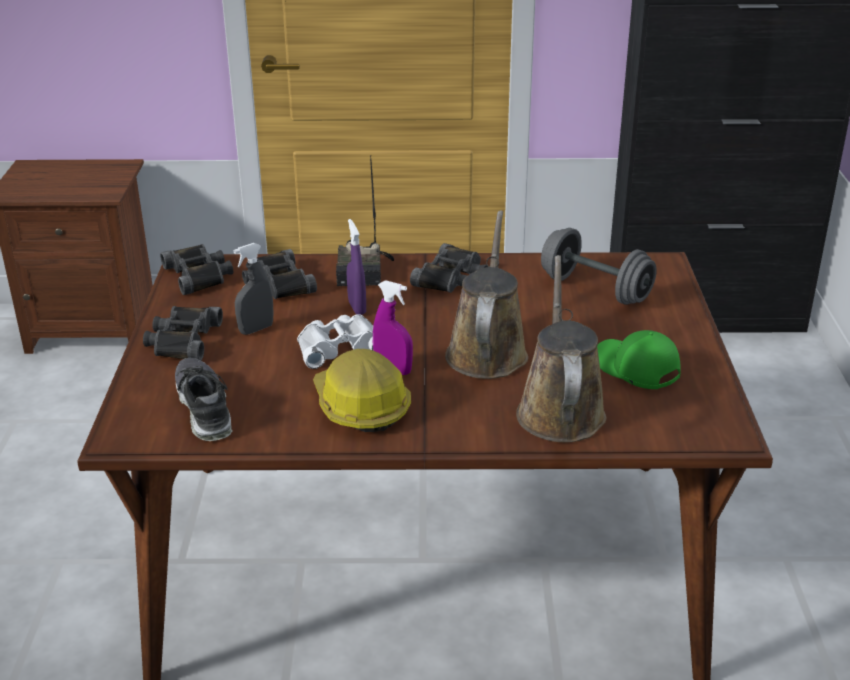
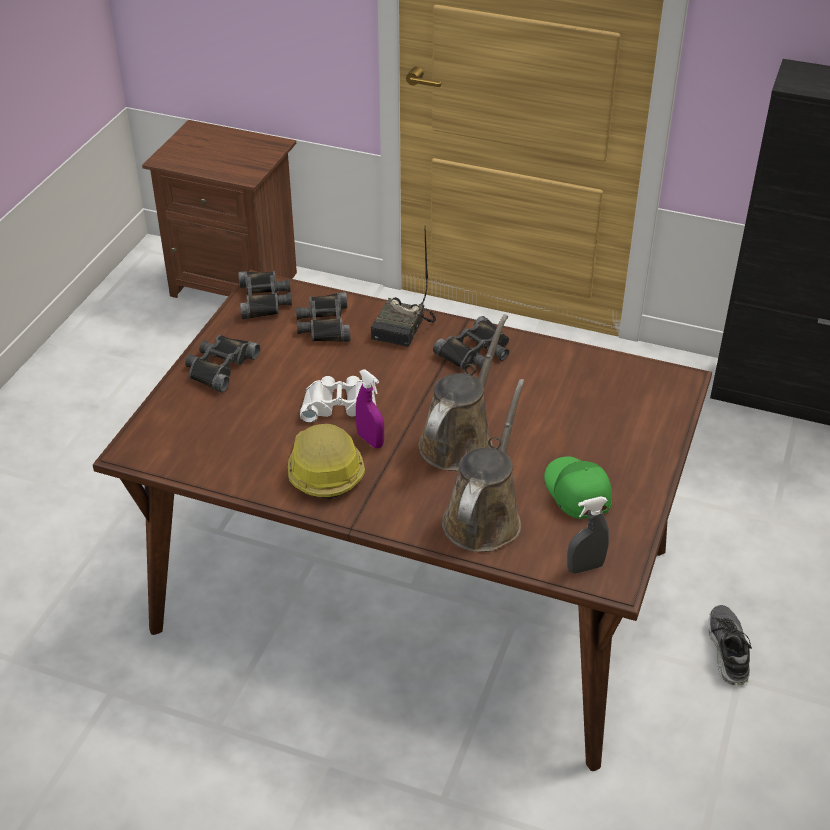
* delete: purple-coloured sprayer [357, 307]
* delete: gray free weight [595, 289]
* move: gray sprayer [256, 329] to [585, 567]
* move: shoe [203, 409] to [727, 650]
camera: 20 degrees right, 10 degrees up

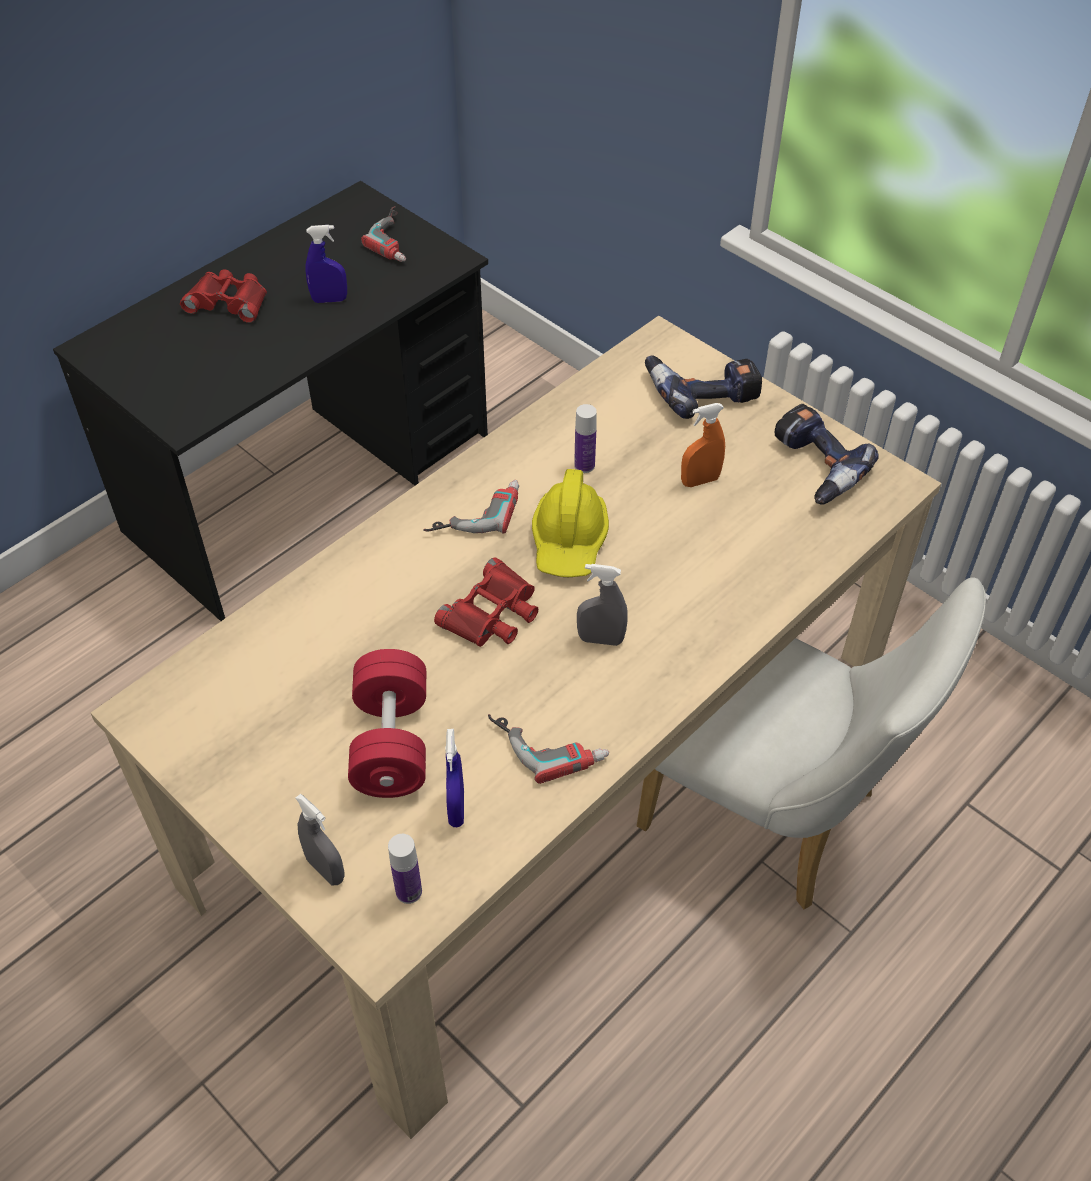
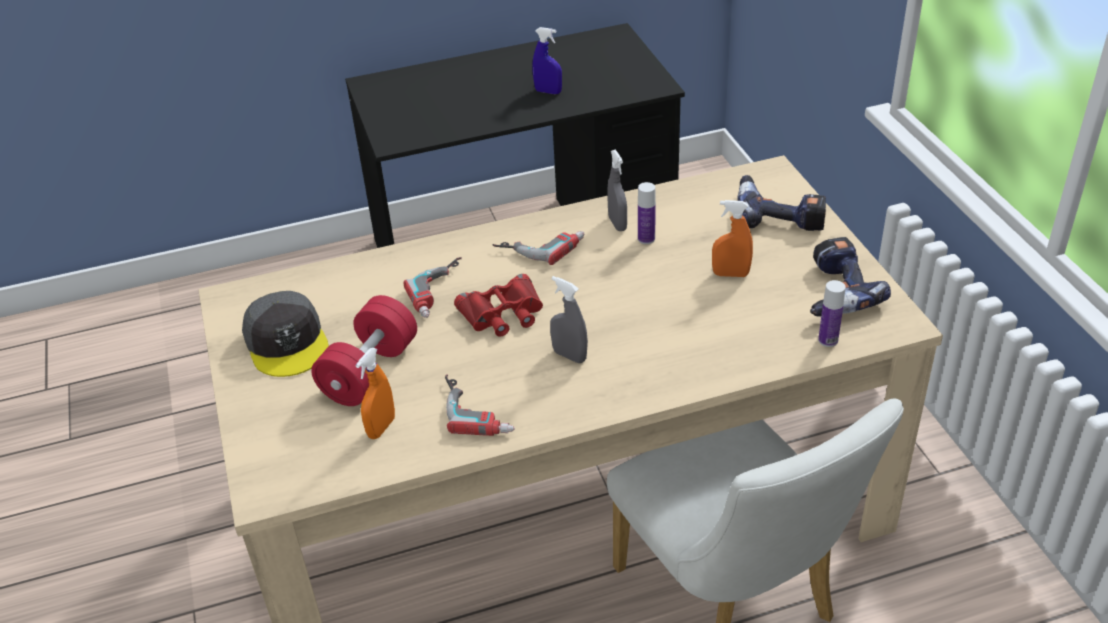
* move: electric drill [398, 239] to [442, 292]
* delete: red field glasses [229, 301]
* delete: yellowish work helmet [569, 540]
* recolor: blue-coloured sprayer [456, 808] to orange sprayer [381, 428]
* move: gray sprayer [325, 869] to [617, 224]
* move: beverage bottle [409, 891] to [828, 340]
* insert: gray baseball cap [287, 342]
camera: 30 degrees right, 10 degrees down

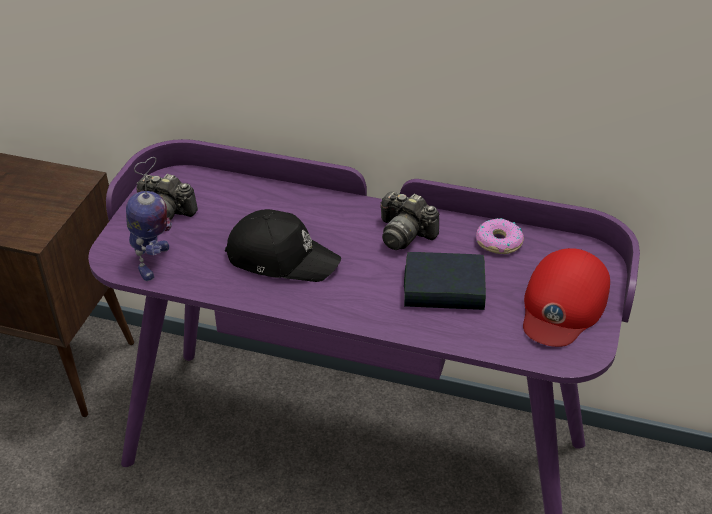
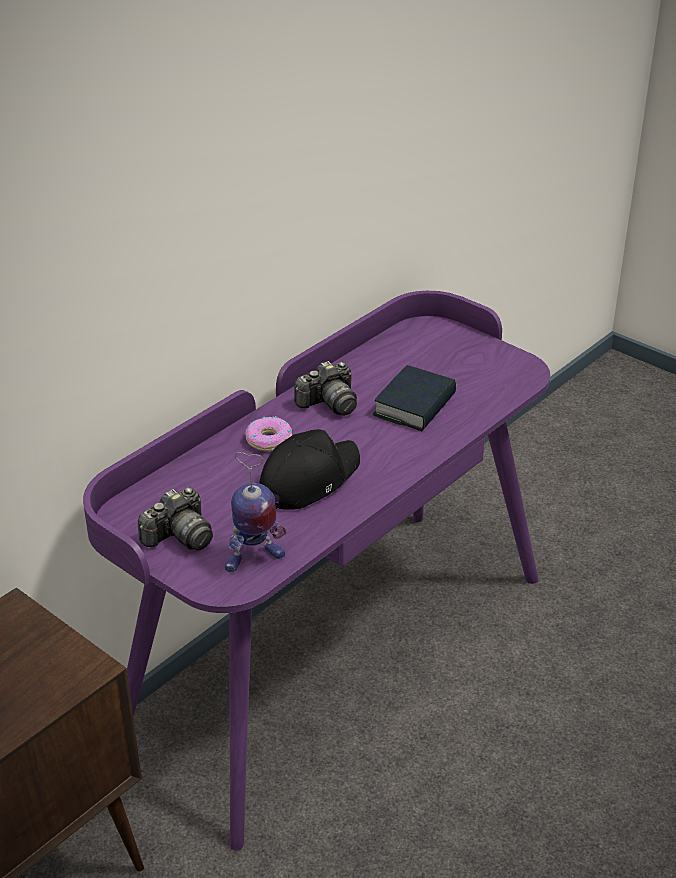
* rotate: model robot [153, 262] = [253, 560] 120 degrees clockwise
* move: doughnut [498, 242] to [269, 440]
* delete: red baseball cap [562, 304]
camera: 65 degrees left, 5 degrees down

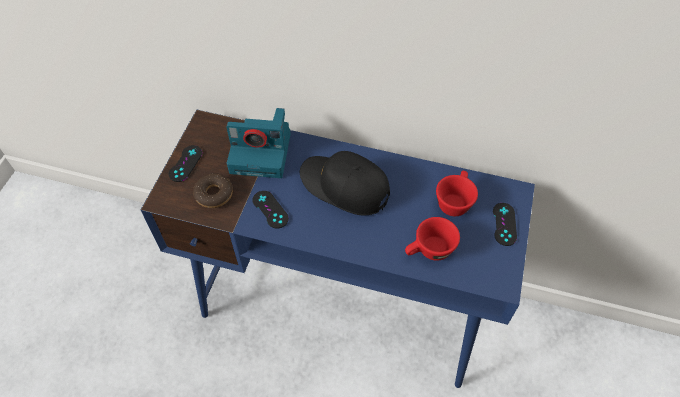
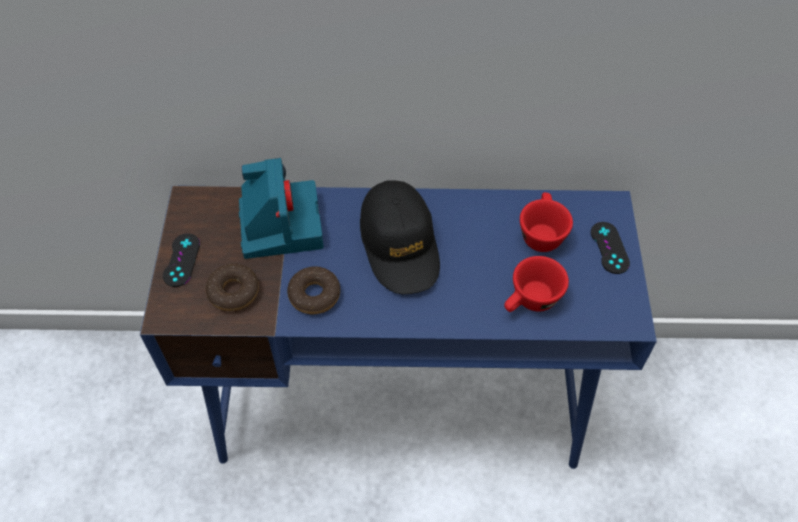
* rotate: still camera [262, 152] = [280, 223] 90 degrees counterclockwise
* rotate: black baseball cap [344, 186] = [400, 244] 120 degrees counterclockwise
* replace: black joypad [270, 209] to doughnut [314, 295]
camera: 15 degrees left, 0 degrees up

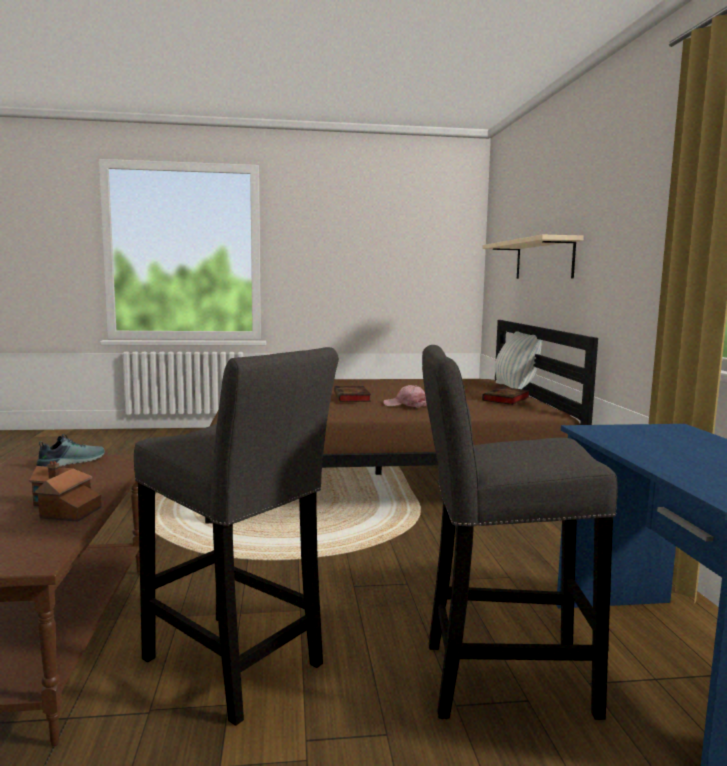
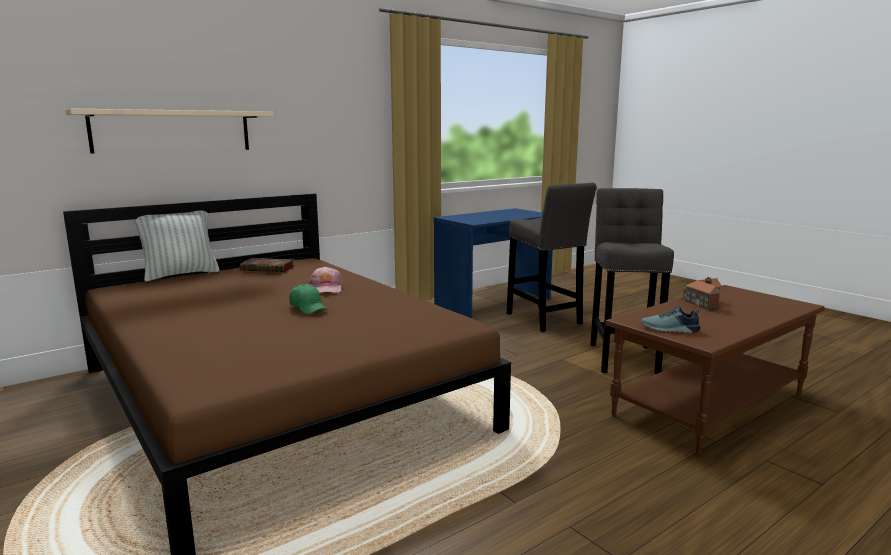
* replace: book [352, 397] to greenish baseball cap [308, 308]
camera: 120 degrees left, 5 degrees up

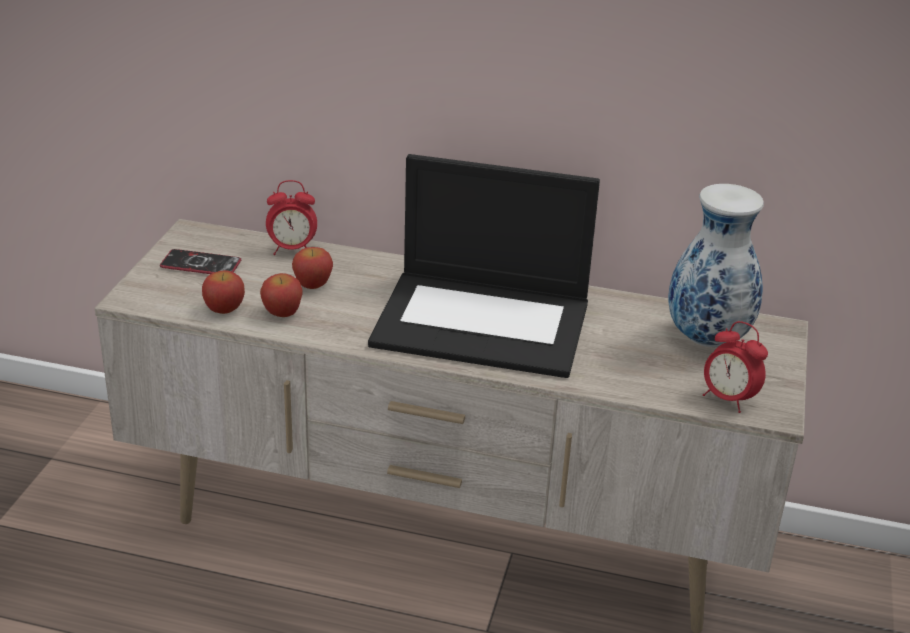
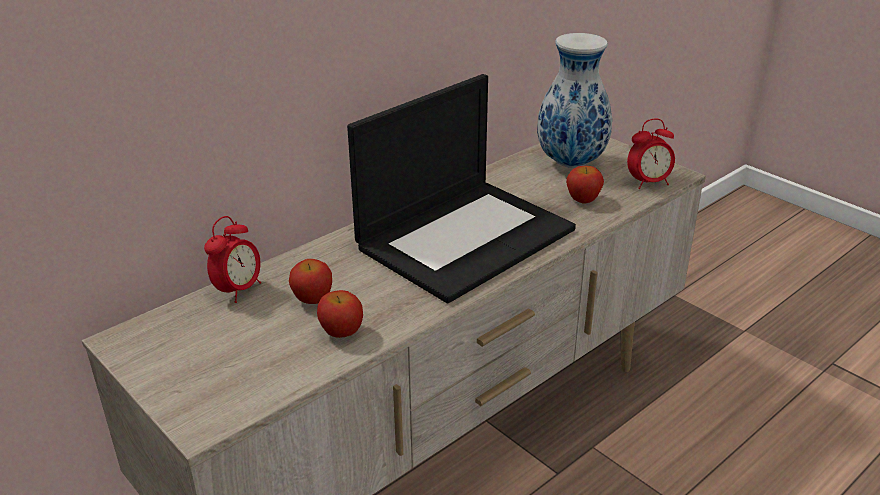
* delete: telephone [201, 264]
* move: whole apple [224, 309] to [583, 199]
camera: 55 degrees left, 0 degrees up

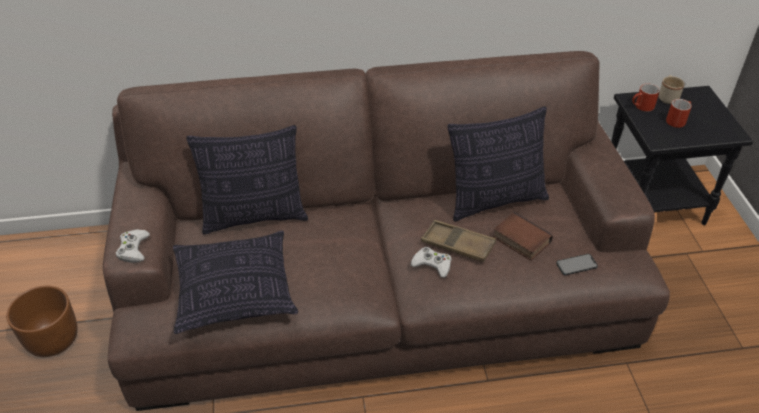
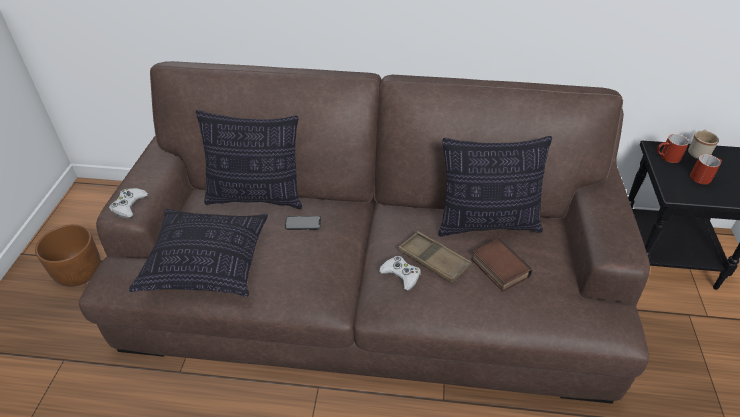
* move: telephone [576, 265] to [303, 223]
camera: 15 degrees right, 0 degrees up

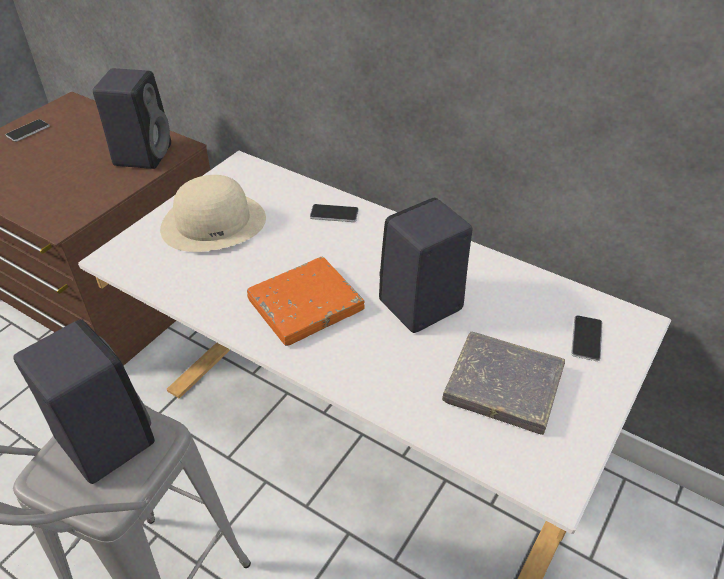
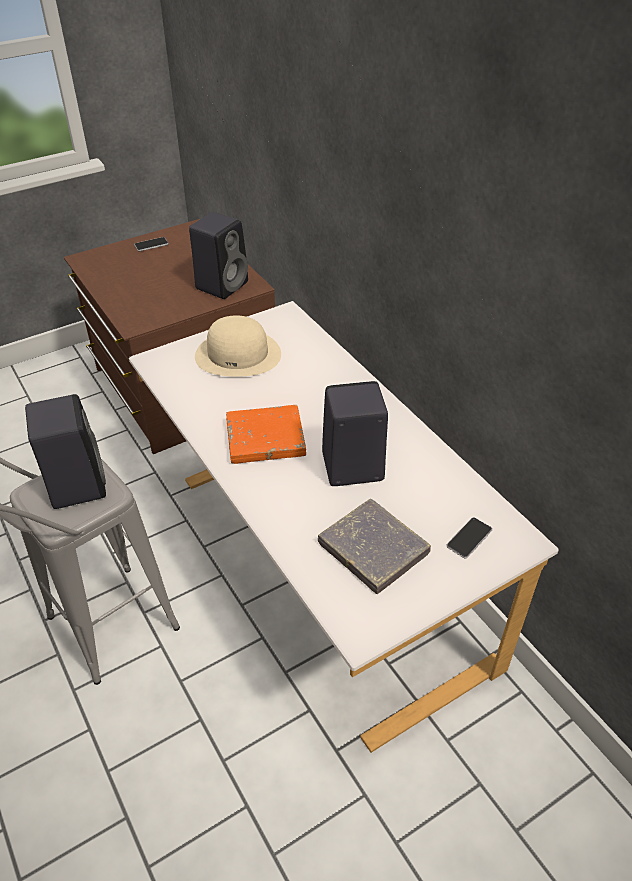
* delete: telephone [334, 214]
camera: 25 degrees right, 0 degrees up

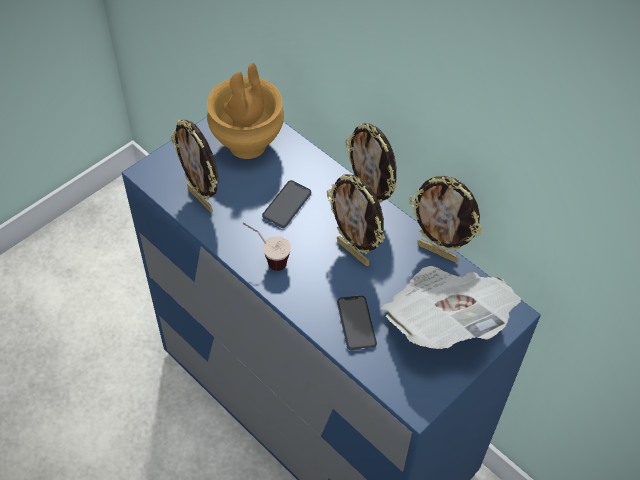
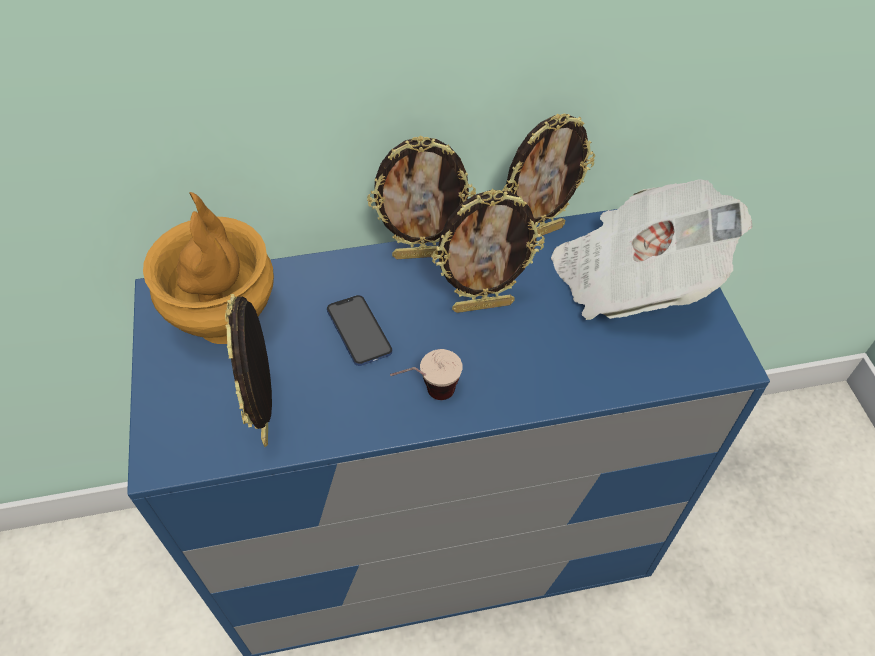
* rotate: picture frame [201, 199] = [269, 418] 90 degrees clockwise
* delete: telephone [356, 323]
camera: 55 degrees left, 0 degrees up

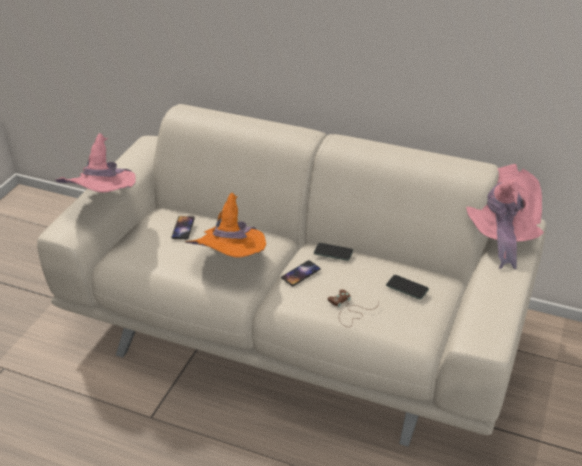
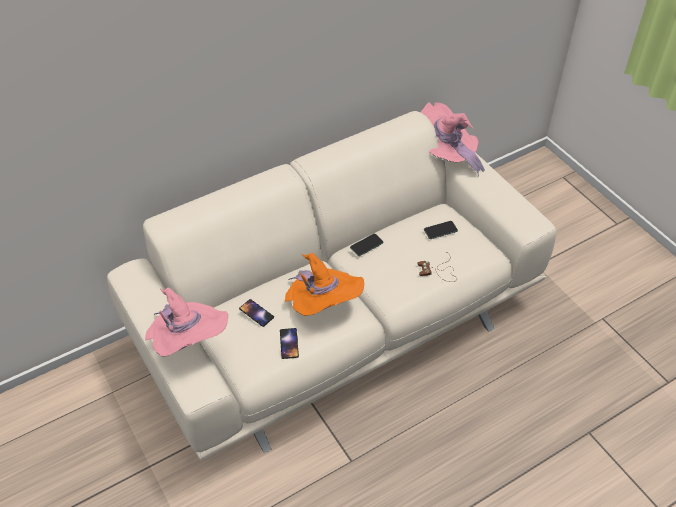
* move: telephone [301, 273] to [289, 343]
camera: 55 degrees left, 10 degrees up

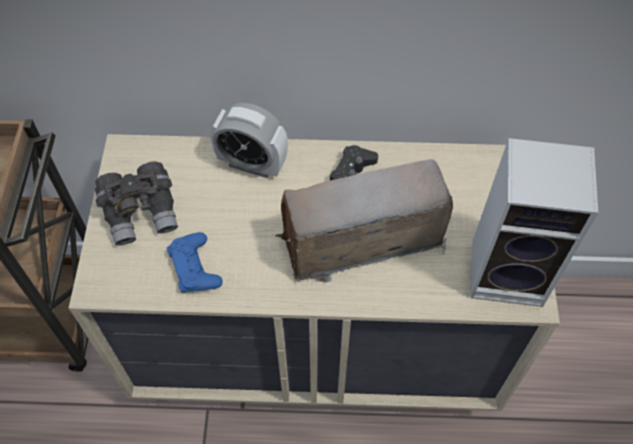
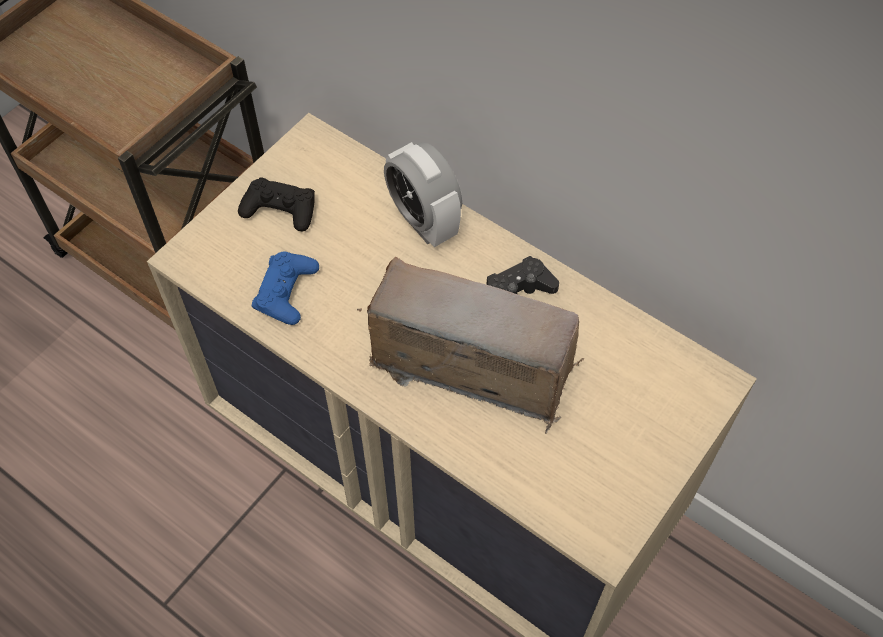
* delete: audio speaker [510, 272]
* replace: gray field glasses [142, 212] to black joypad [280, 209]
camera: 35 degrees right, 0 degrees up

